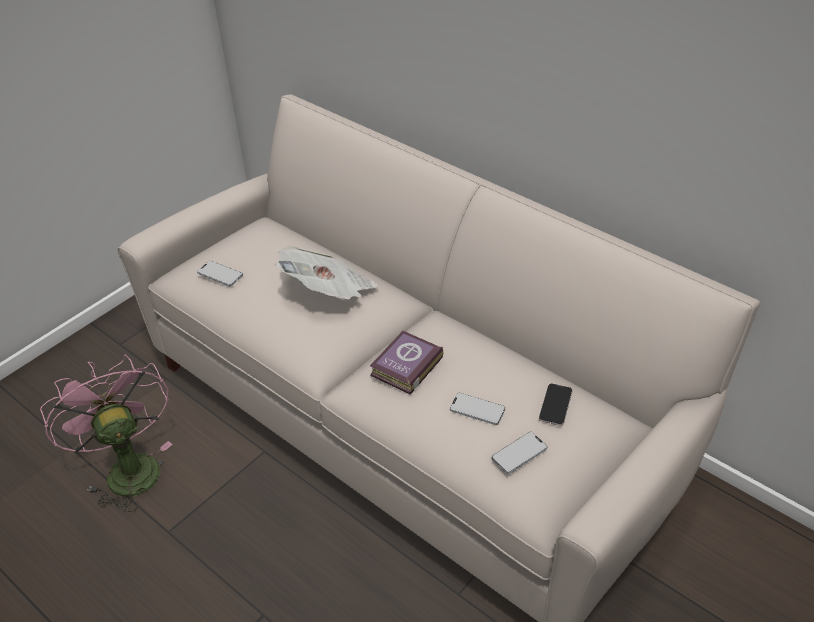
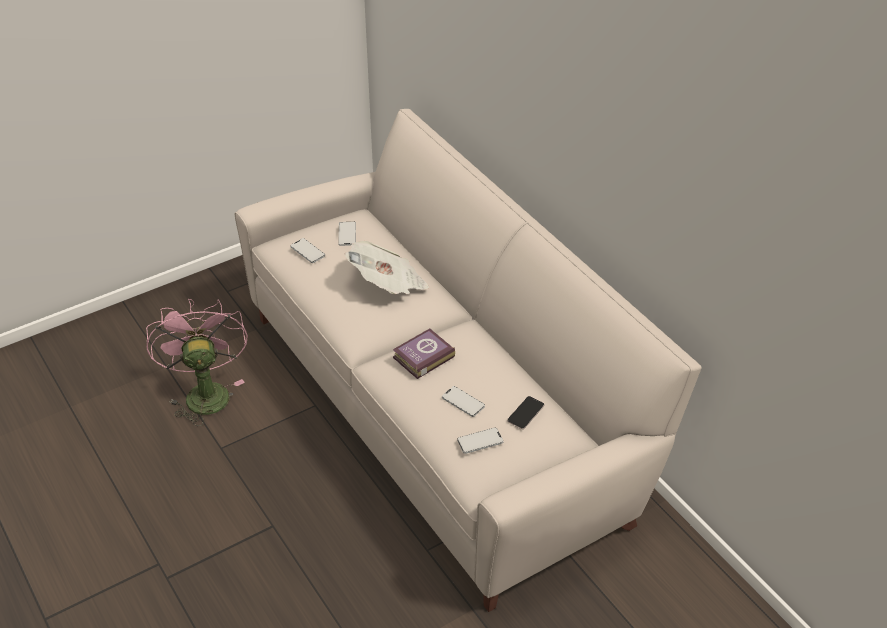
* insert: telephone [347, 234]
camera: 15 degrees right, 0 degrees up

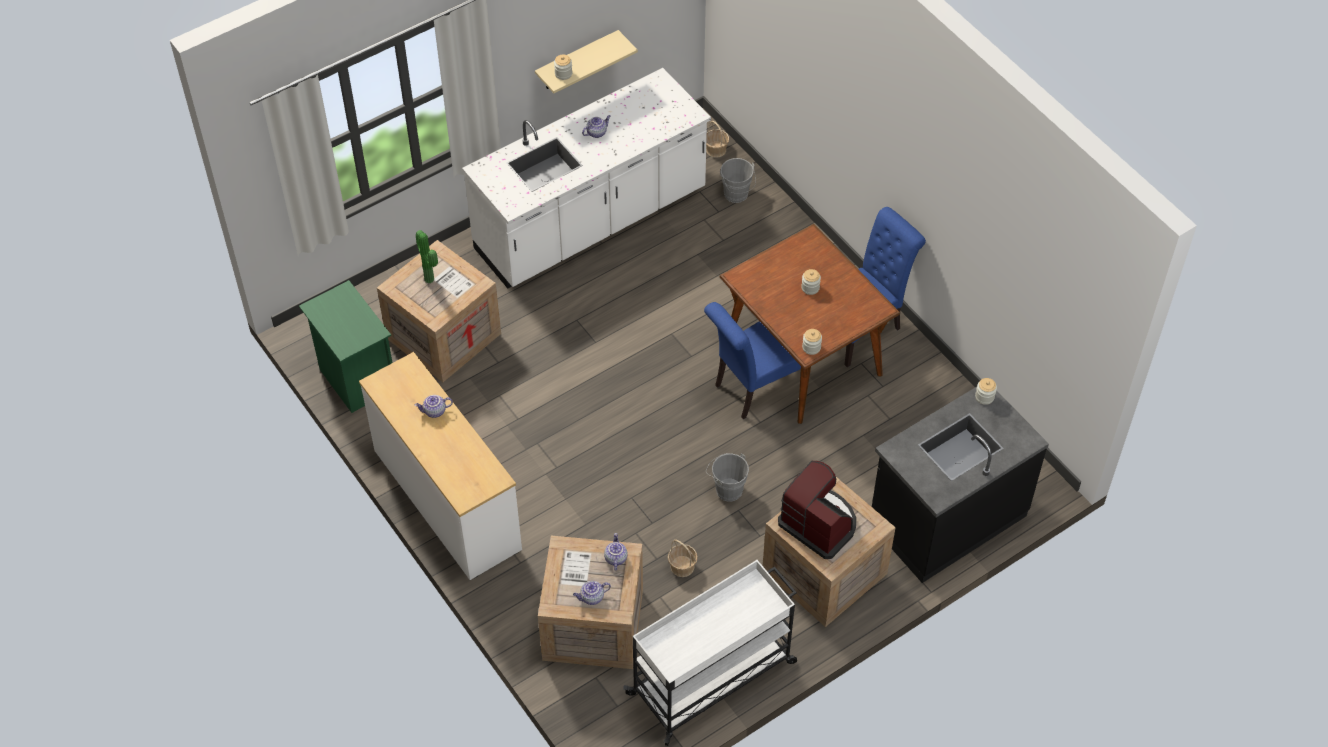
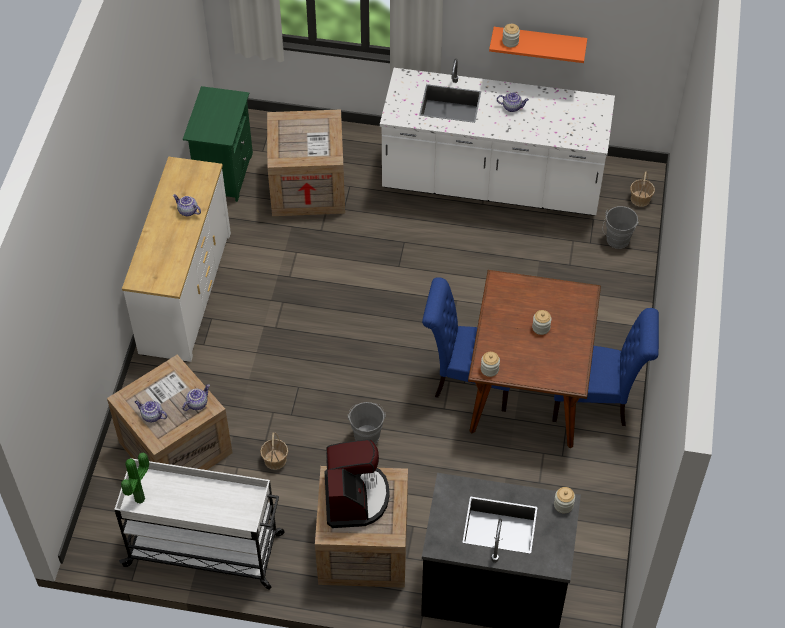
* recolor: beige shelf [577, 61] to orange shelf [539, 43]
* move: houseplant [431, 278] to [142, 499]
camera: 45 degrees right, 0 degrees up

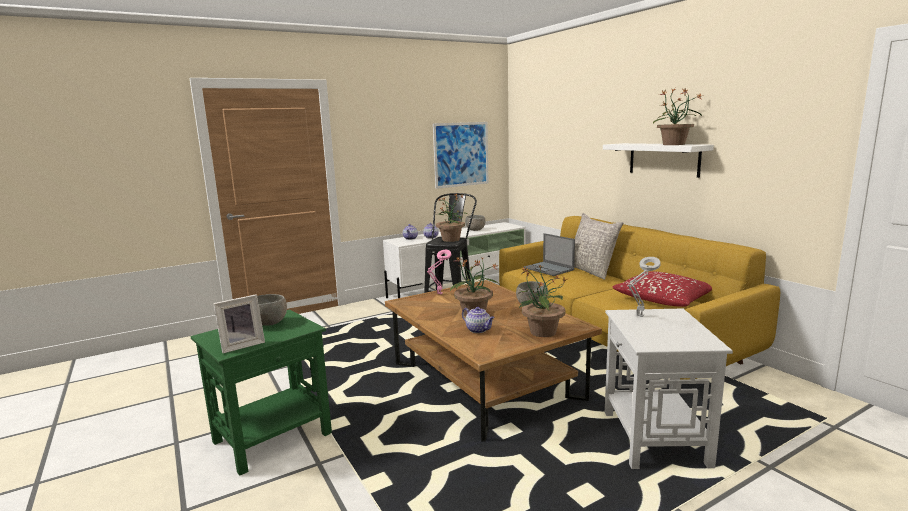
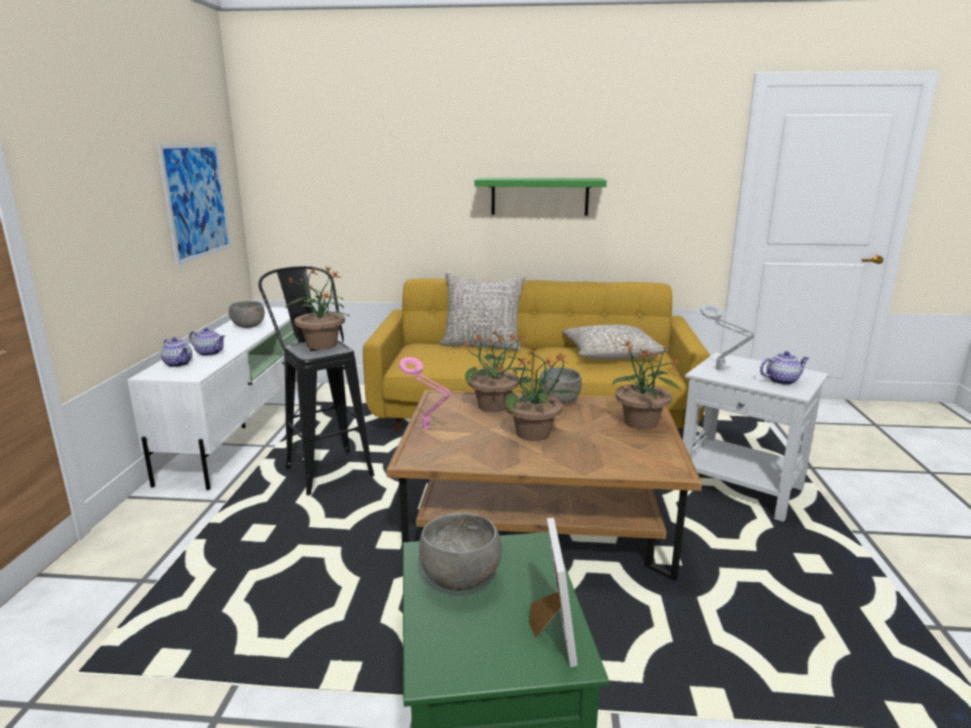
* move: houseplant [674, 144] to [494, 406]
* recolor: whitish shelf [663, 159] to greenish shelf [539, 196]
* delete: portable computer [549, 269]
* recolor: red cushion [664, 299] to gray cushion [611, 354]
* move: teapot [478, 330] to [782, 381]
camera: 55 degrees left, 5 degrees up

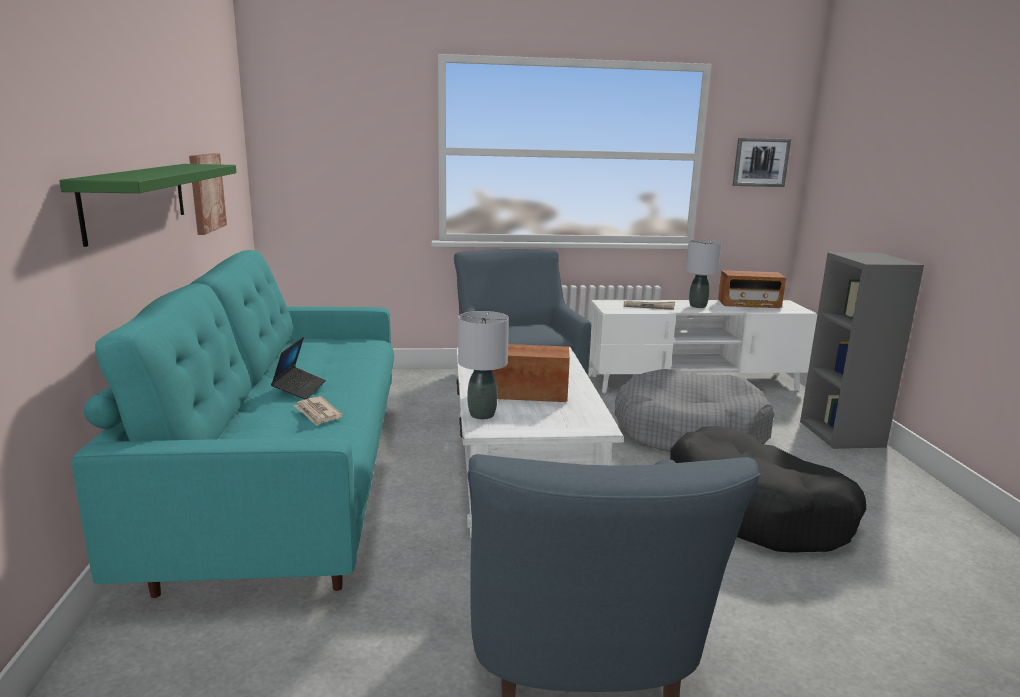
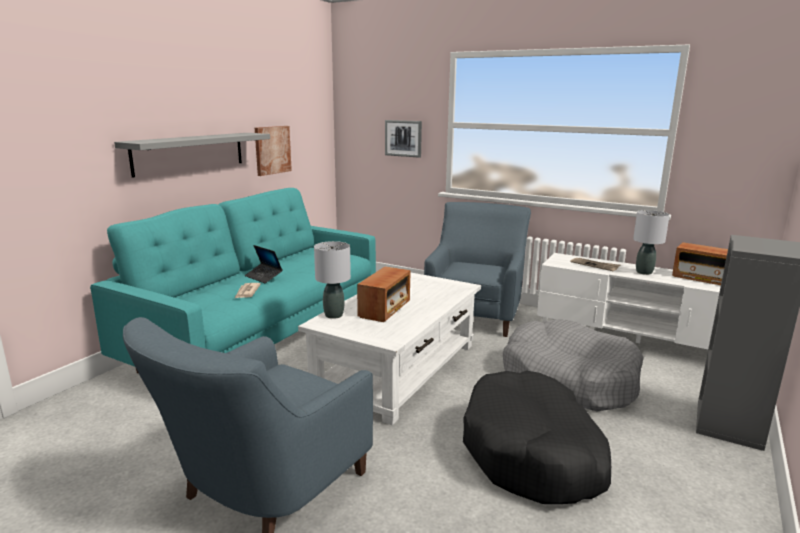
* move: picture [760, 162] to [403, 138]
* recolor: greenish shelf [137, 199] to gray shelf [190, 153]
* rotate: portable computer [299, 389] = [263, 277] 90 degrees clockwise
* rotate: radio set [525, 394] = [385, 309] 75 degrees clockwise
camera: 35 degrees right, 0 degrees up

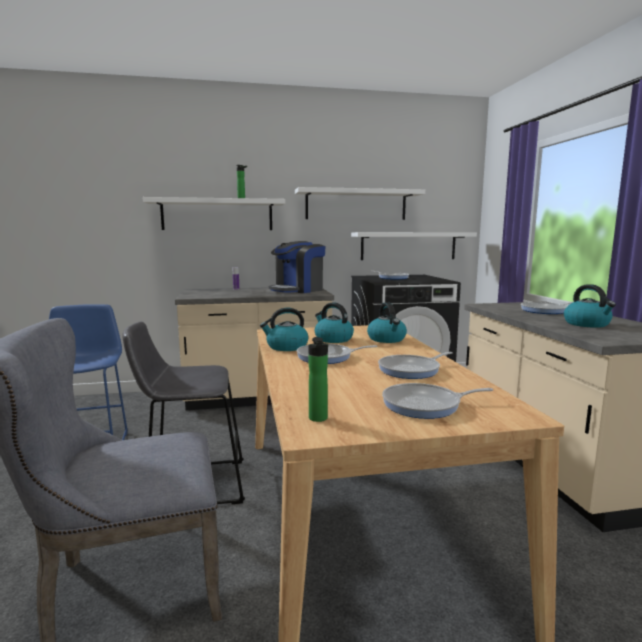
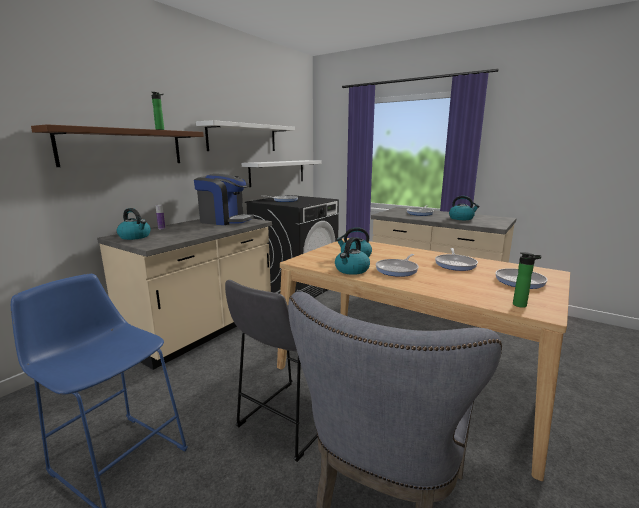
* recolor: whitish shelf [217, 215] to brown shelf [123, 147]
* rotate: coffee machine [298, 290] = [224, 220] 75 degrees counterclockwise
* move: kettle [387, 339] to [135, 237]
camera: 45 degrees left, 5 degrees up

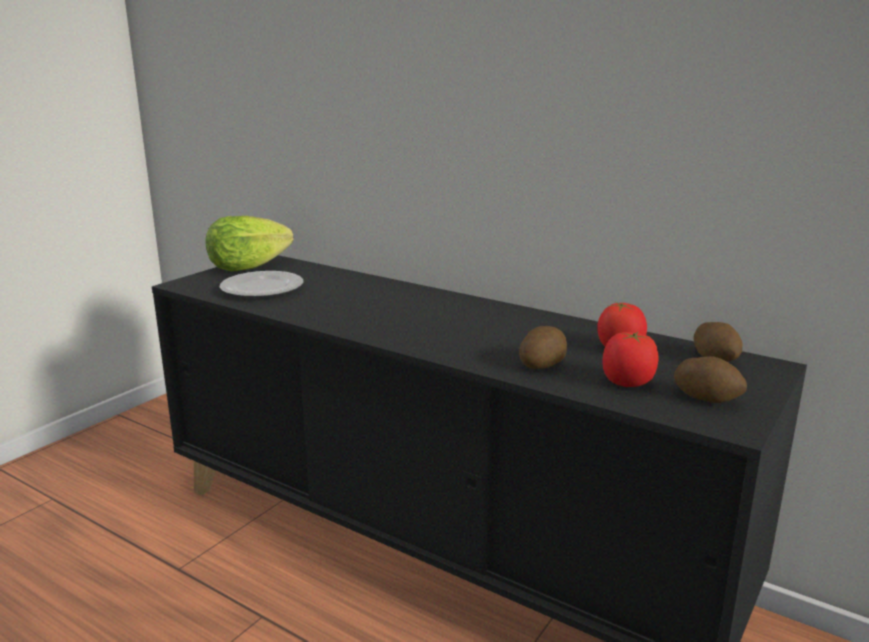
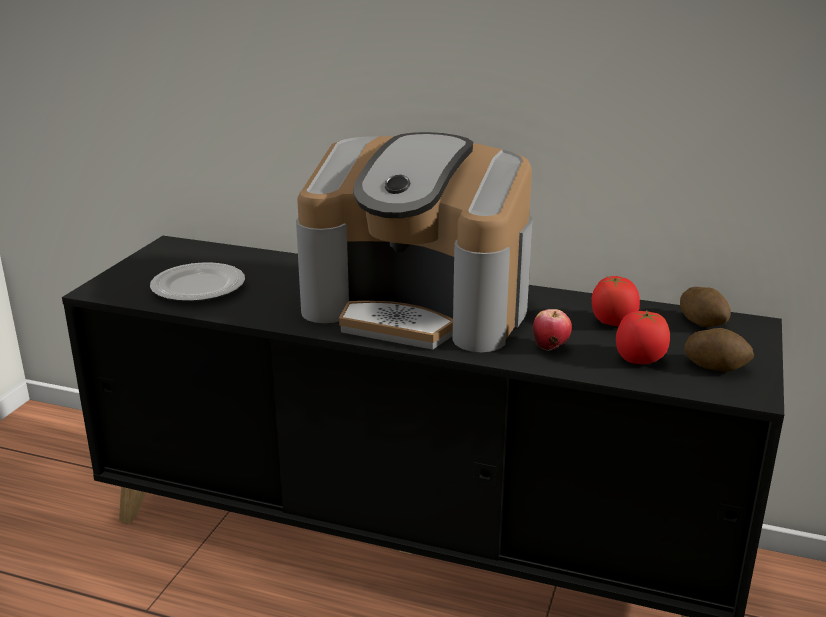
* delete: lettuce head [247, 267]
* replace: potato [542, 364] to whole apple [550, 348]
* insert: coffee machine [419, 307]
camera: 15 degrees left, 5 degrees up

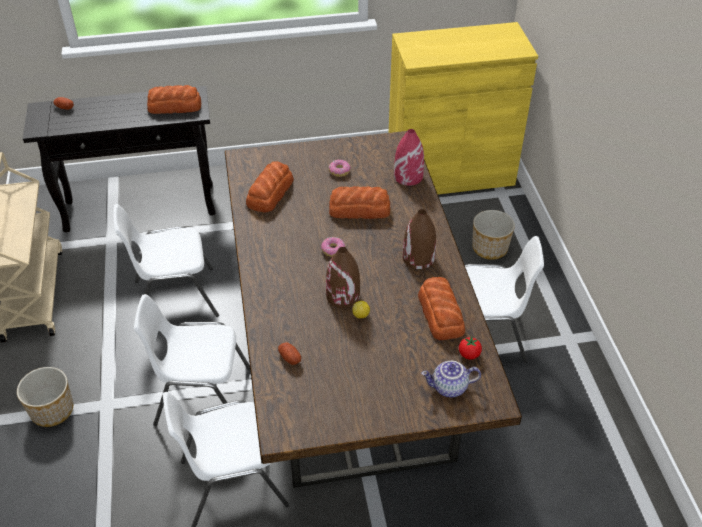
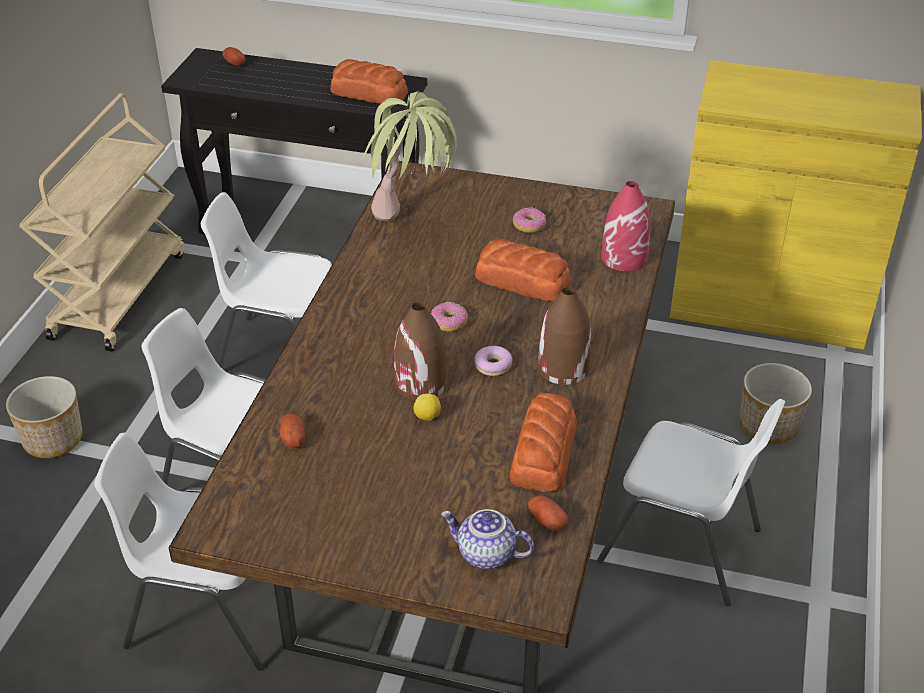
* replace: baked bread [269, 193] to houseplant [413, 227]
* replace: fresh tomato [469, 354] to potato [547, 520]
* insert: doughnut [493, 365]
camera: 25 degrees right, 5 degrees down

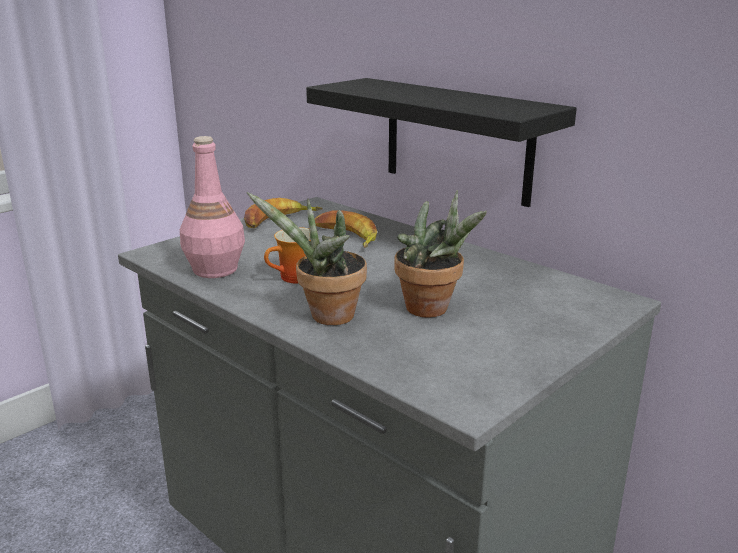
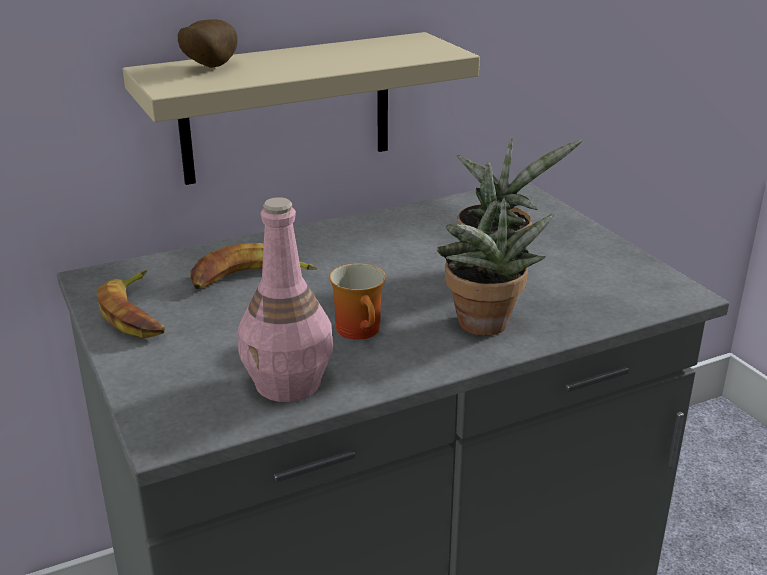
* recolor: black shelf [457, 140] to beige shelf [287, 108]
* insert: potato [208, 68]
camera: 70 degrees left, 5 degrees up

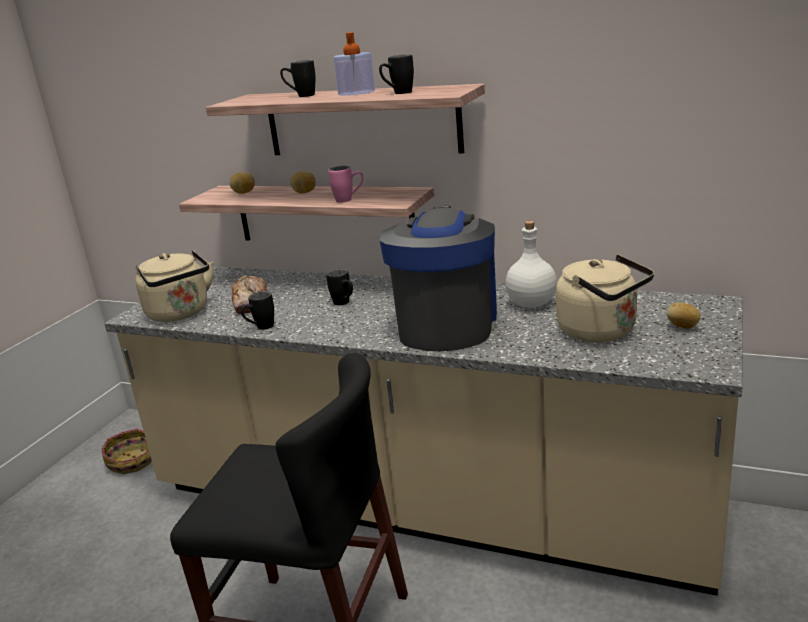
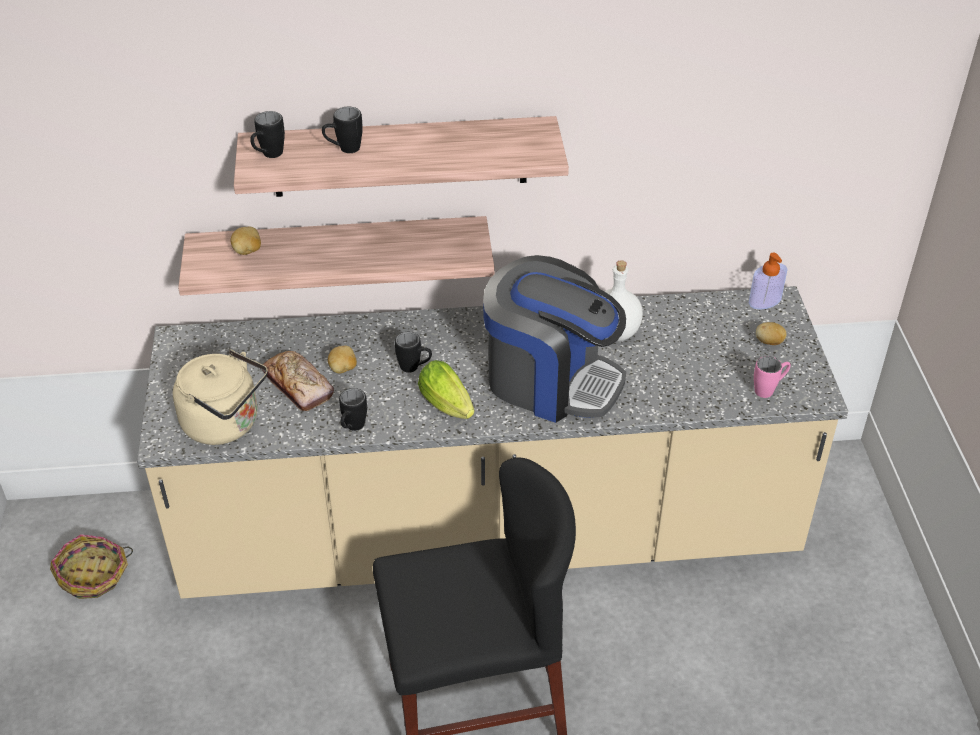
* move: soap dispenser [356, 93] to [765, 301]
* move: black mug [398, 93] to [268, 156]
* move: pink-coloured mug [349, 200] to [769, 389]
* move: potato [304, 192] to [343, 369]
* rotate: coffee machine [446, 323] = [551, 380] 135 degrees clockwise
* delete: beige kettle [601, 331]
* insert: lettuce head [448, 405]
camera: 30 degrees left, 20 degrees up

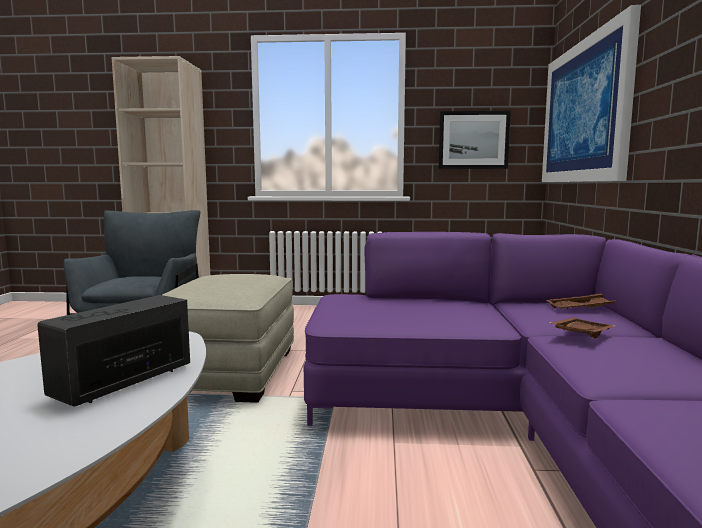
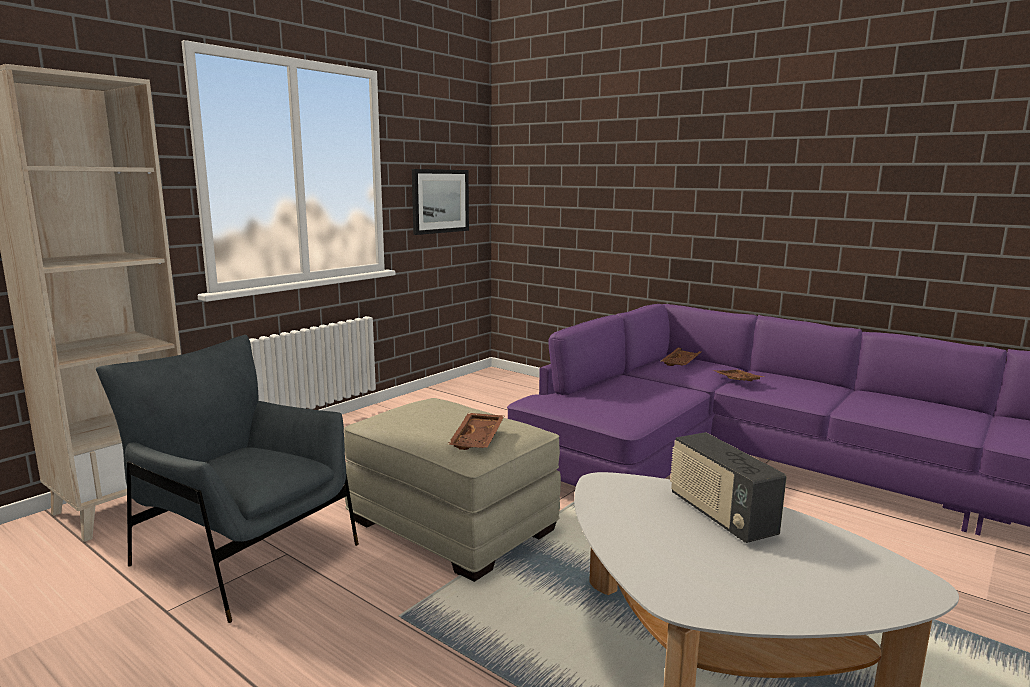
* delete: picture [584, 112]
* insert: brown tray [478, 439]
camera: 55 degrees left, 5 degrees up

